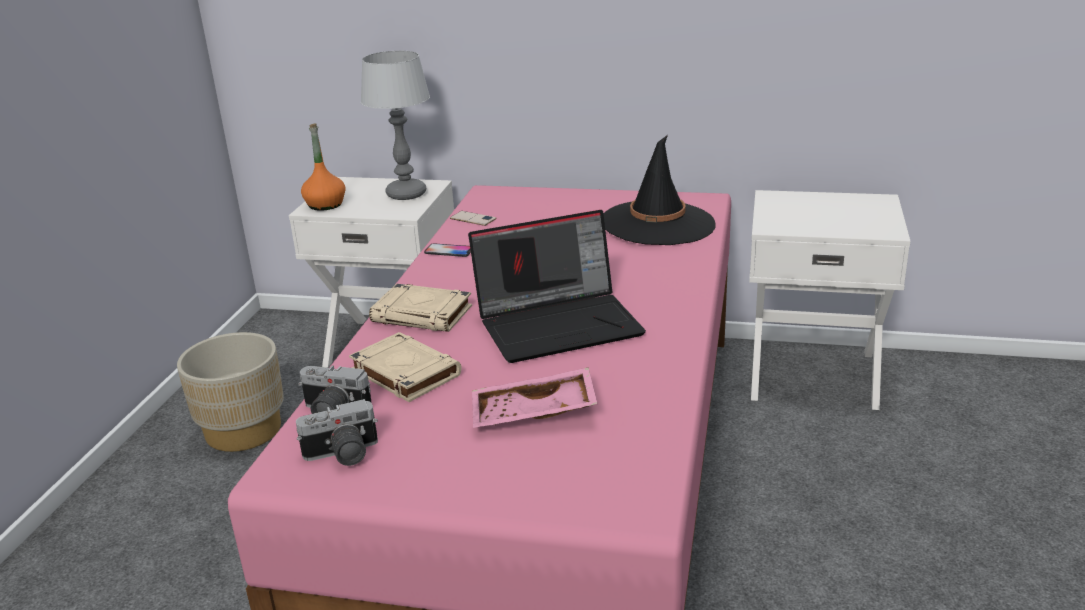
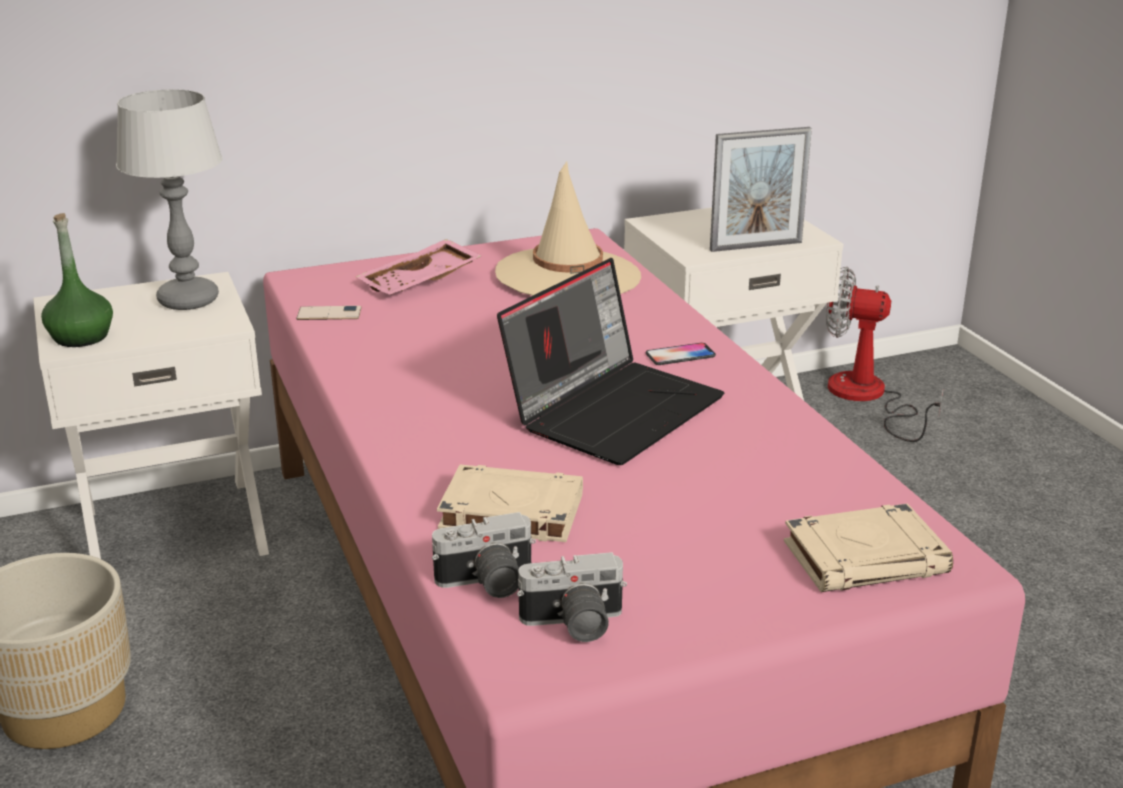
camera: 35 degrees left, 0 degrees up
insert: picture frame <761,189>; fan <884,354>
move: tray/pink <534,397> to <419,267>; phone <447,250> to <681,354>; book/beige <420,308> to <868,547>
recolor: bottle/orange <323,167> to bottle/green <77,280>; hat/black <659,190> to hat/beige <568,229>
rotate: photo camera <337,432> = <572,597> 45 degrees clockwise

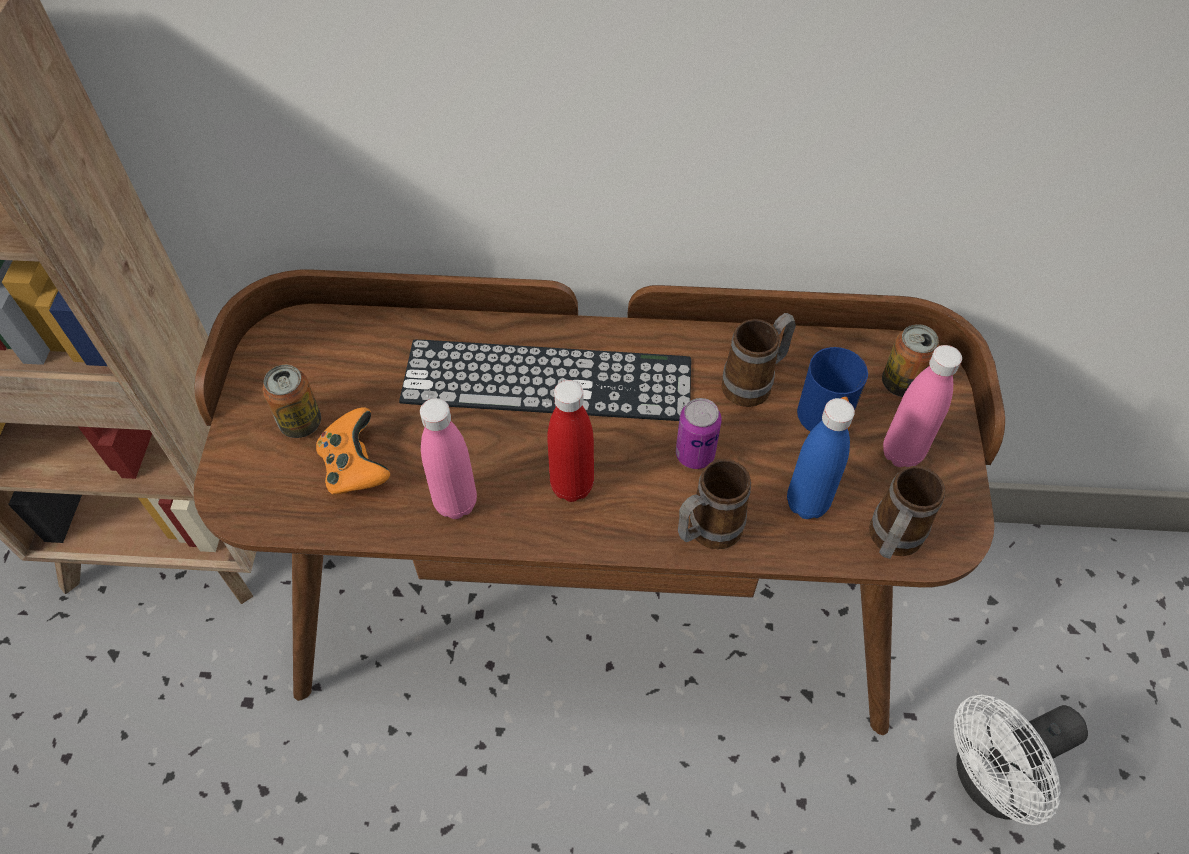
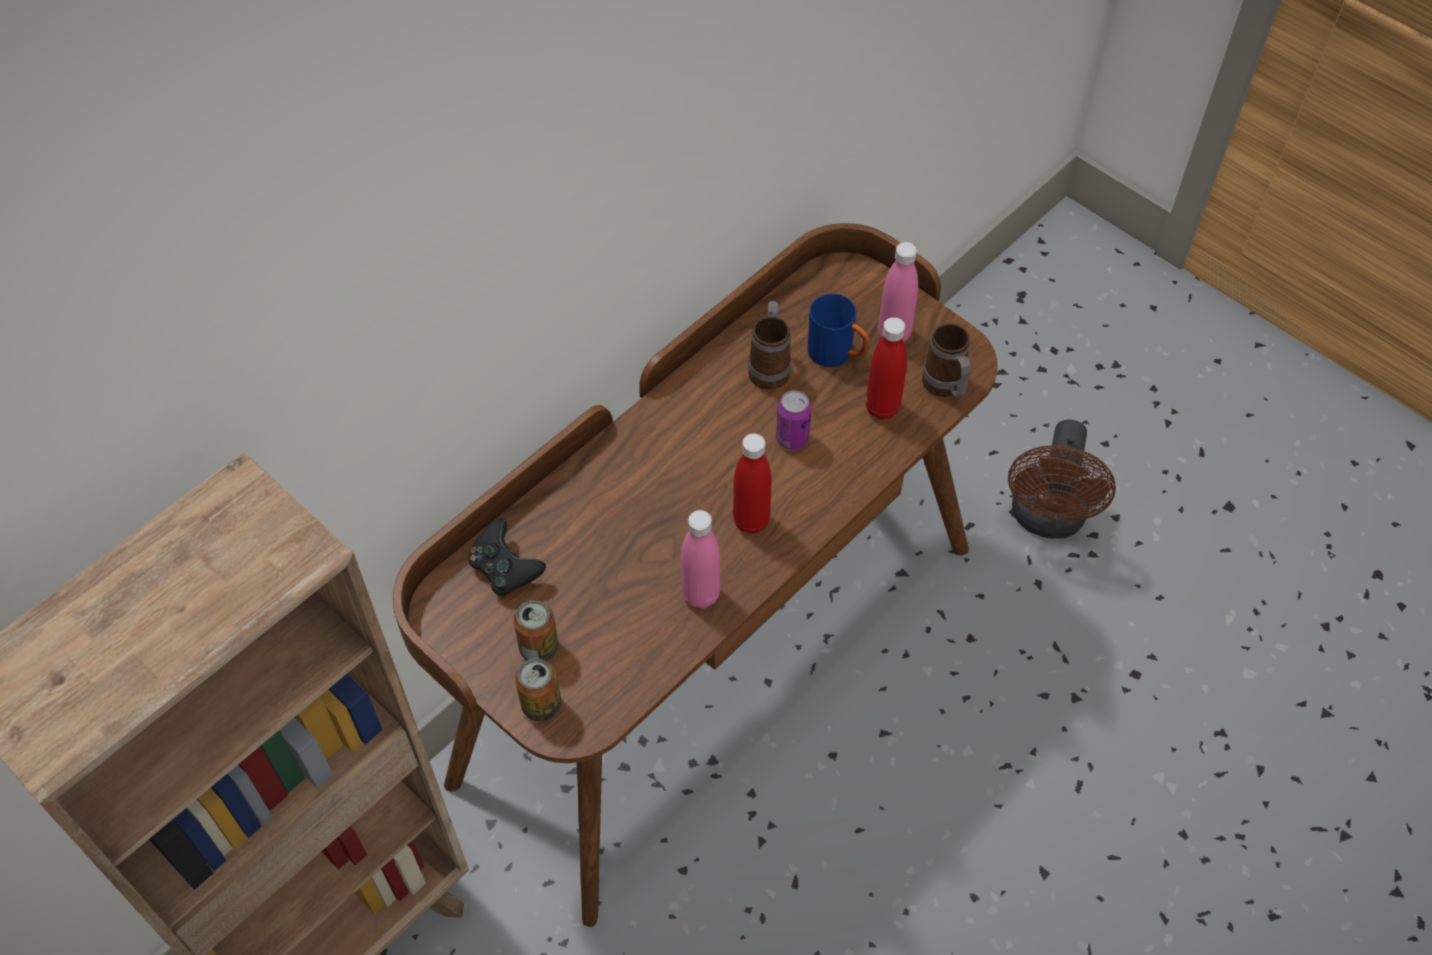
camera: 50 degrees left, 0 degrees up
delete: game controller/orange <353,451>; keyboard <545,380>; mug <714,504>
insert: game controller/black <507,557>
move: can <911,360> to <538,689>
recolor: bottle/blue <821,458> to bottle/red <886,368>; fan/white <1021,760> to fan/brown <1062,479>

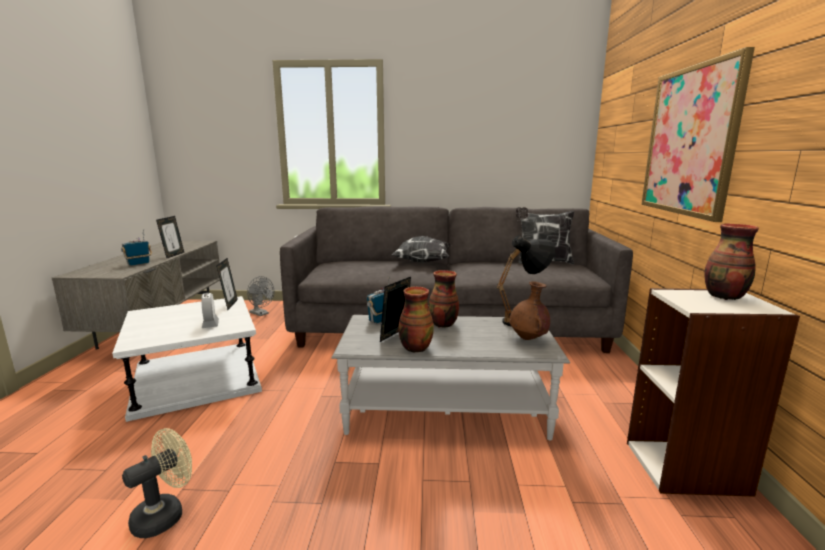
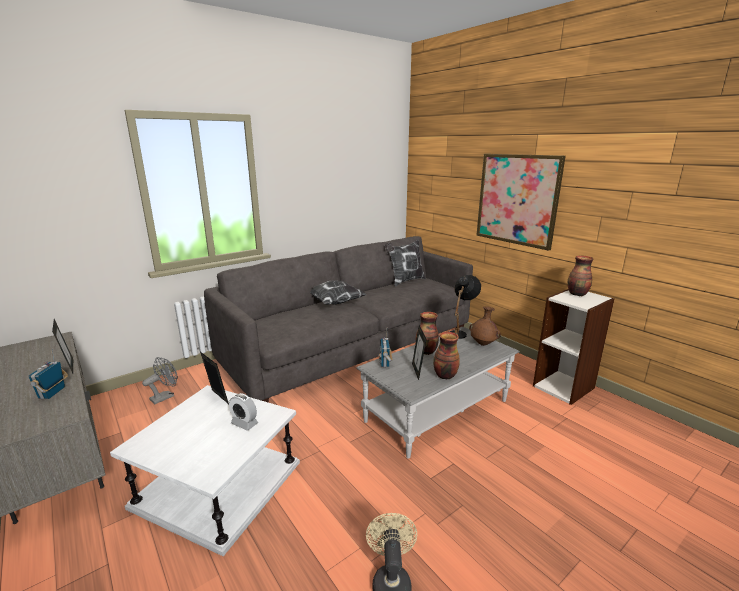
camera: 40 degrees left, 5 degrees up
rotate: fan/grey <260,296> = <160,380> 45 degrees counterclockwise

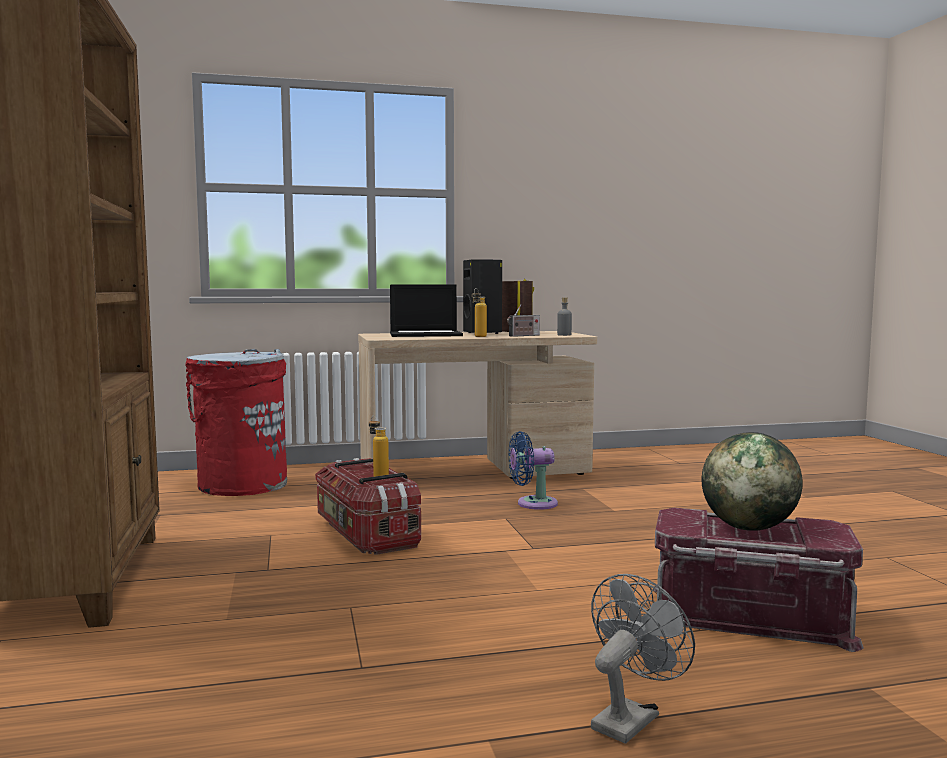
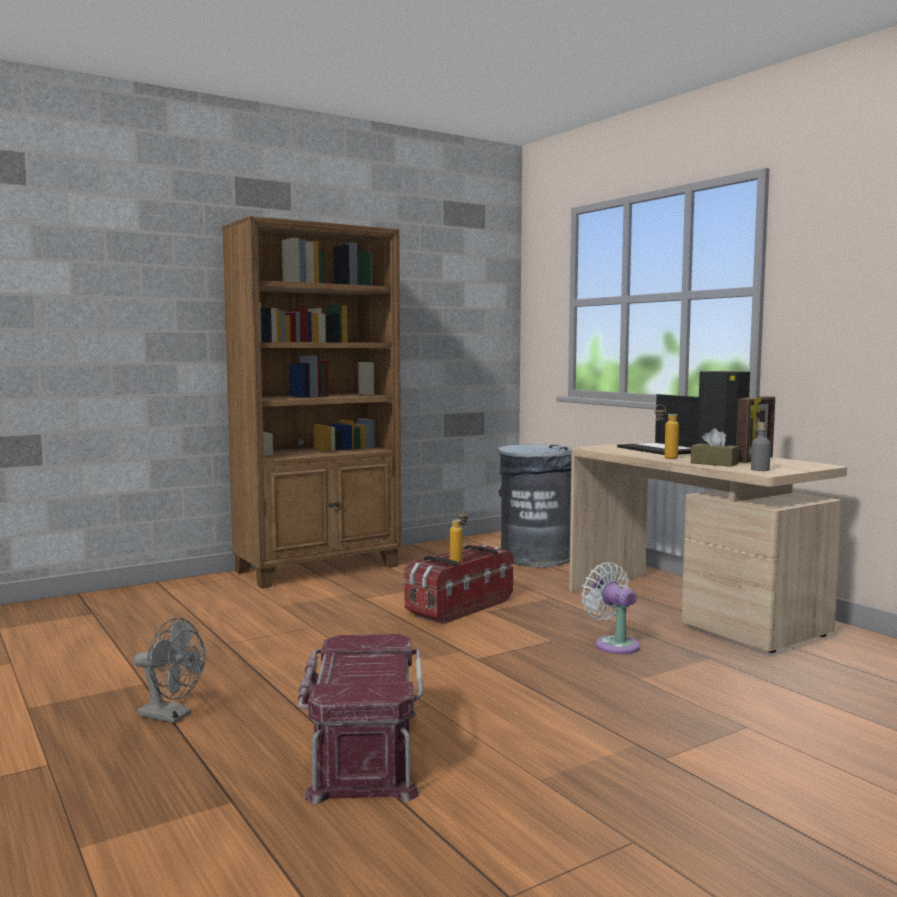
camera: 70 degrees right, 0 degrees up
delete: globe <752,481>
replace: radio <523,320> to tissue box/brown <715,447>
recolor: trash can/red <236,422> to trash can/grey <534,506>; fan/blue <533,470> to fan/white <610,608>

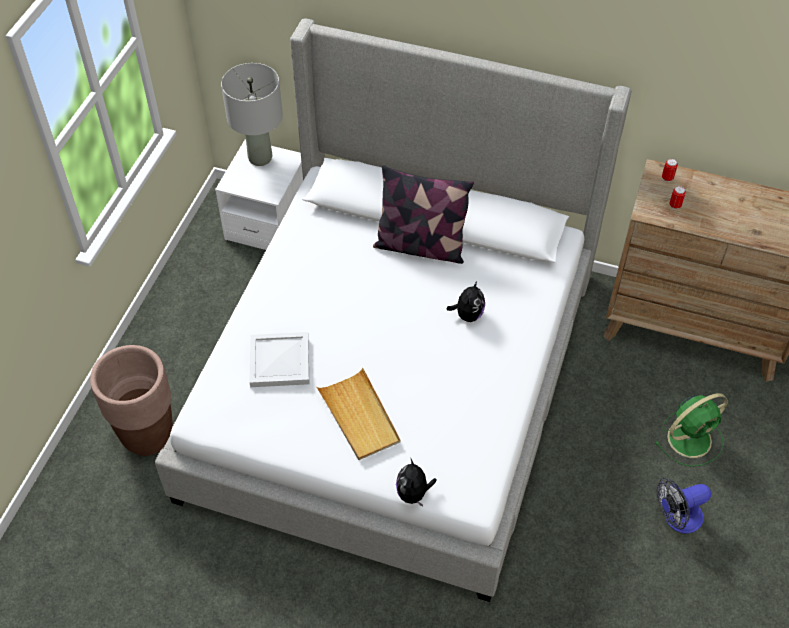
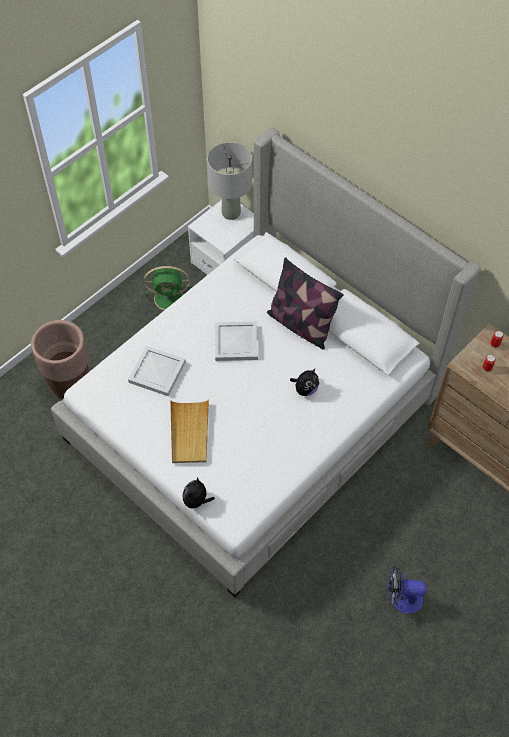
camera: 25 degrees right, 5 degrees up
insert: tray/white <236,341>
move: fan/green <691,430> to <167,290>

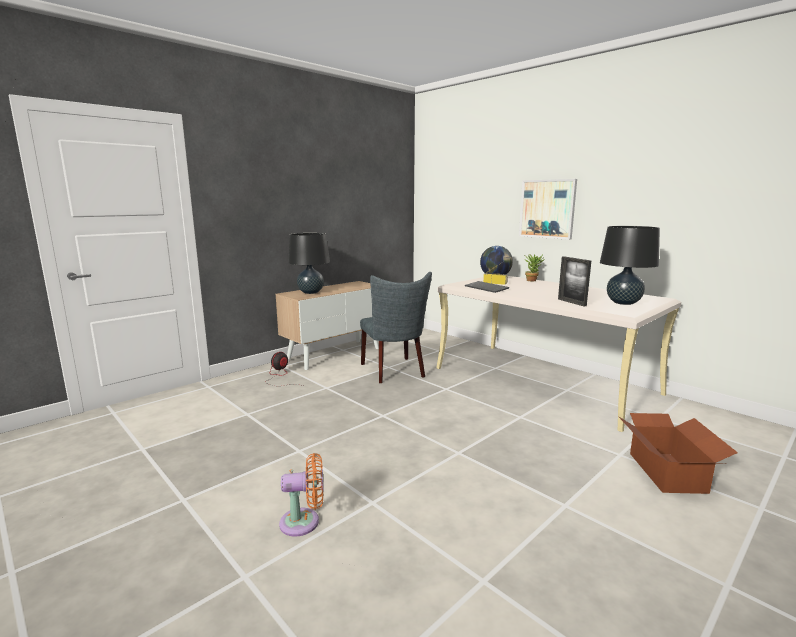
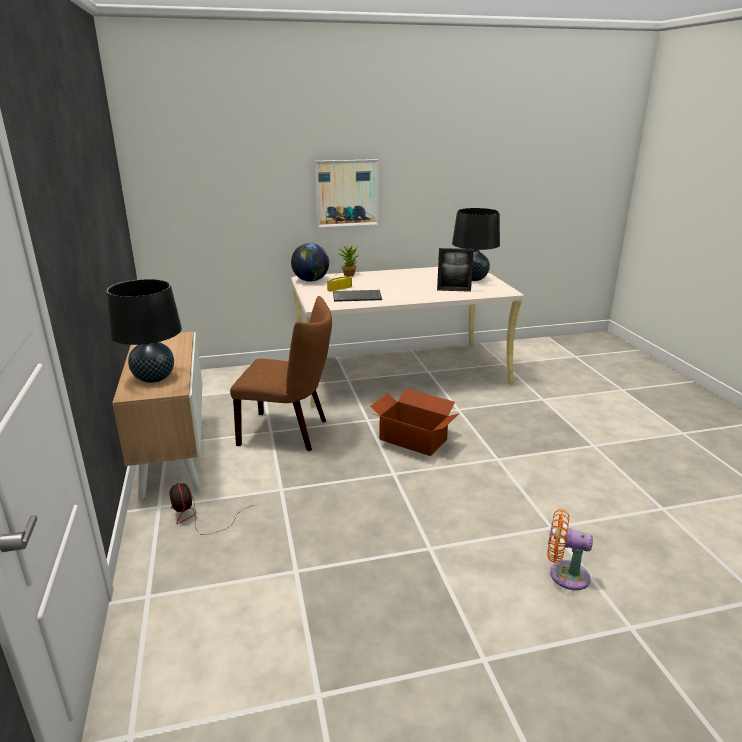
camera: 60 degrees left, 10 degrees up
move: cardboard box <678,453> to <414,422>
recolor: chair/grey <396,327> to chair/brown <281,373>
rotate: fan/orange <301,494> = <570,549> 90 degrees counterclockwise

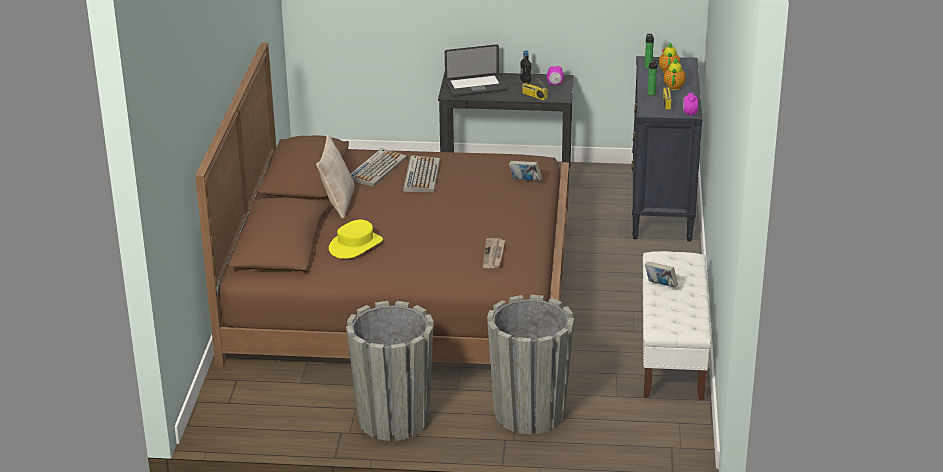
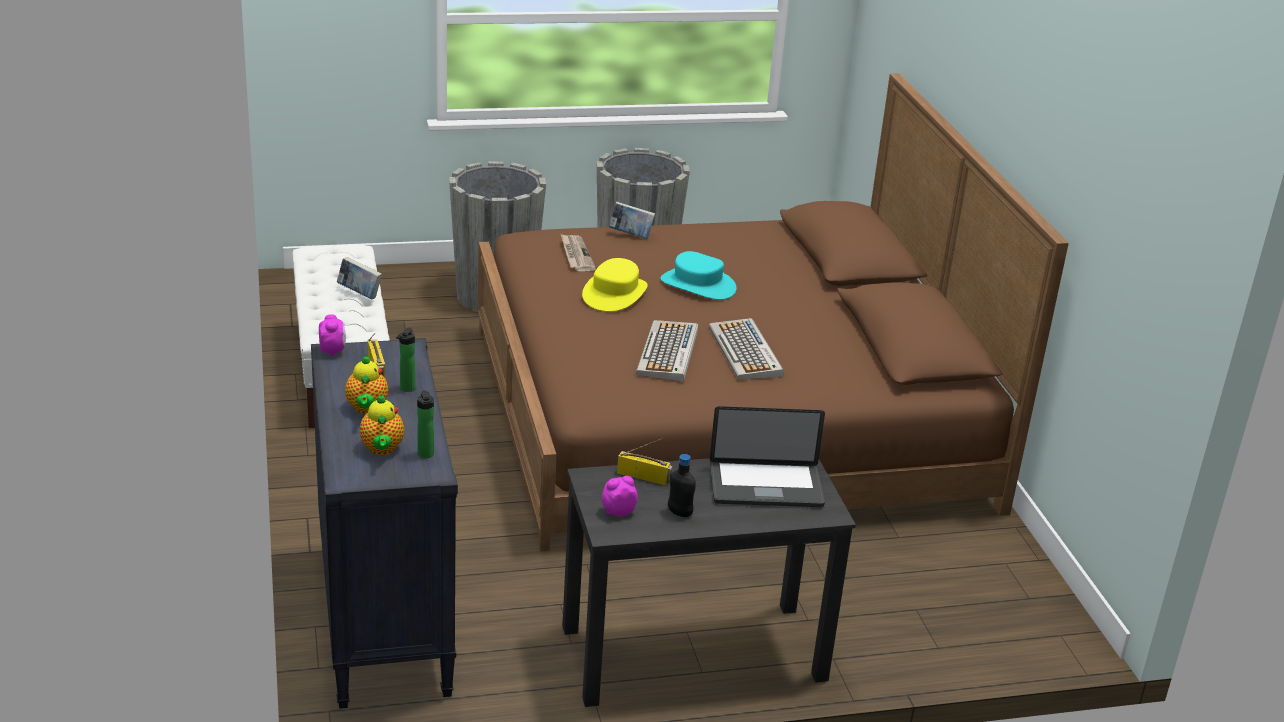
camera: 160 degrees right, 0 degrees up
delete: pillow/beige <335,176>
insert: hat/turquoise <698,275>
move: hat/yellow <356,239> to <615,285>; book <525,171> to <632,220>; keyboard <378,167> to <667,351>
rotate: laptop <476,70> = <767,456> 150 degrees counterclockwise

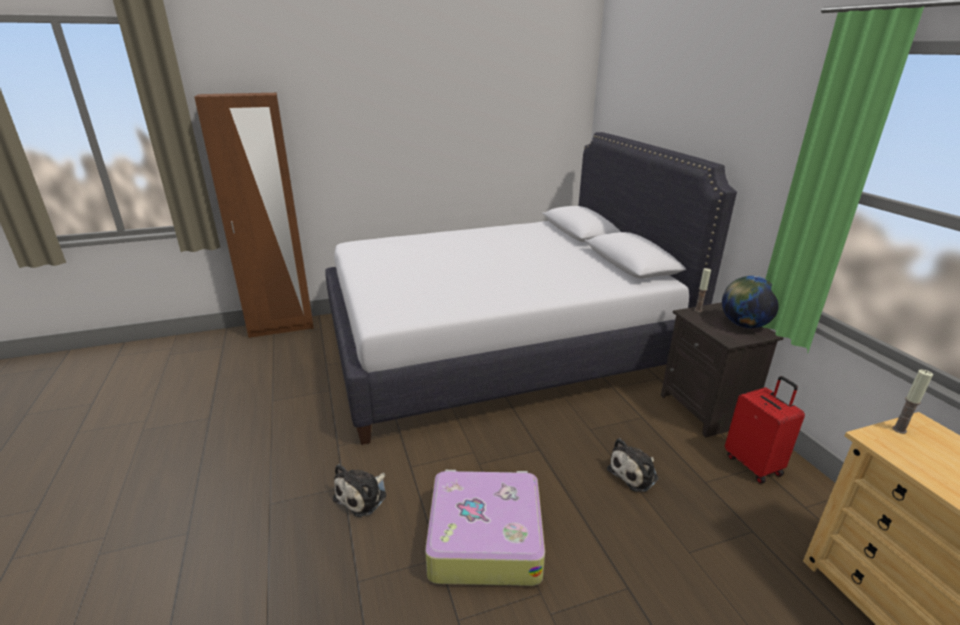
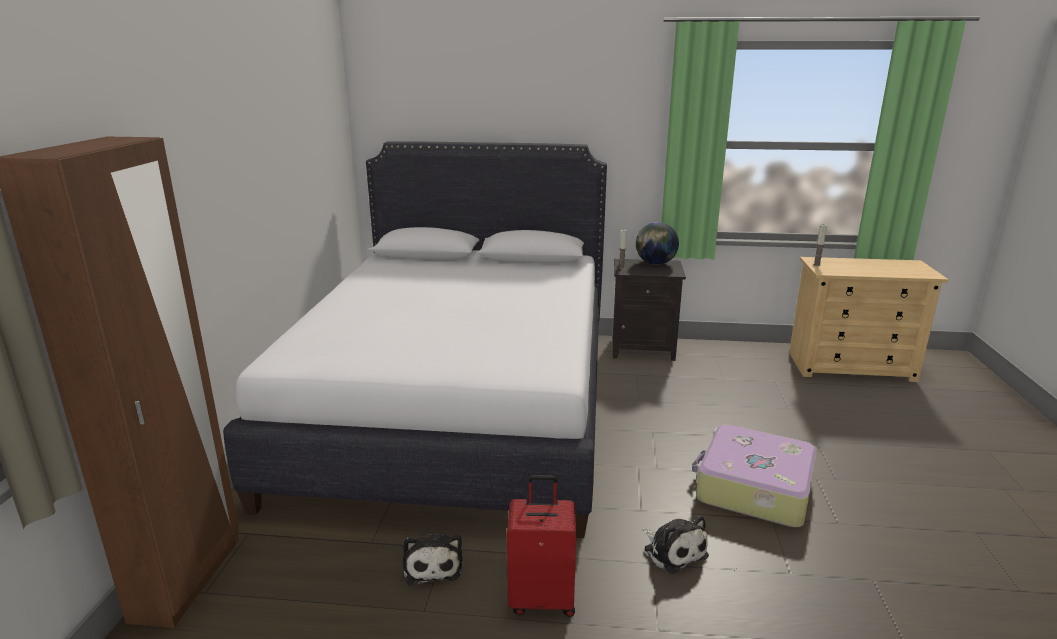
camera: 65 degrees left, 5 degrees down
move: plush toy <633,465> to <433,559>; suitcase/red <765,430> to <541,546>

